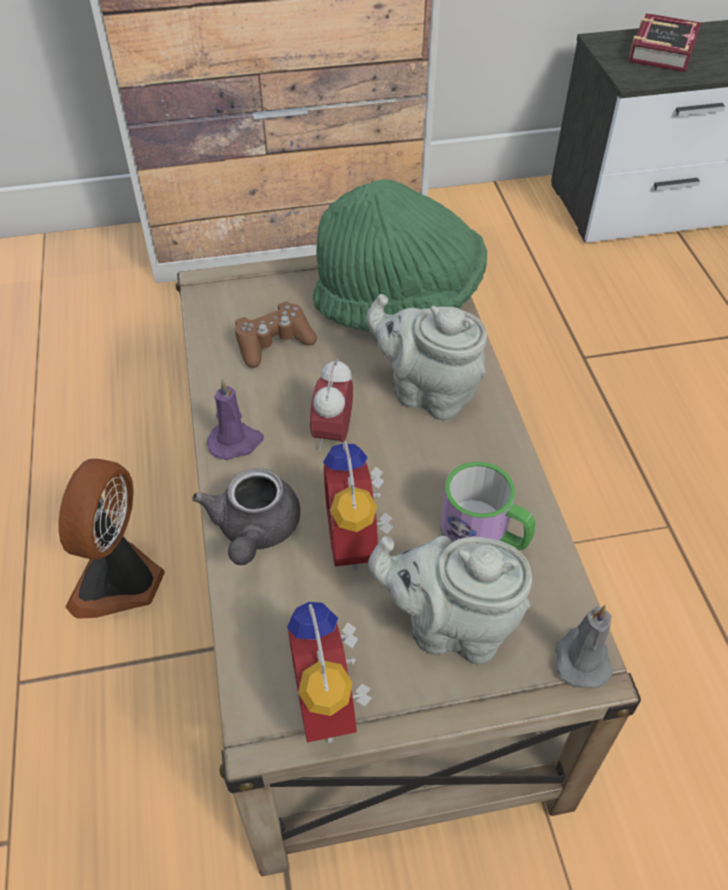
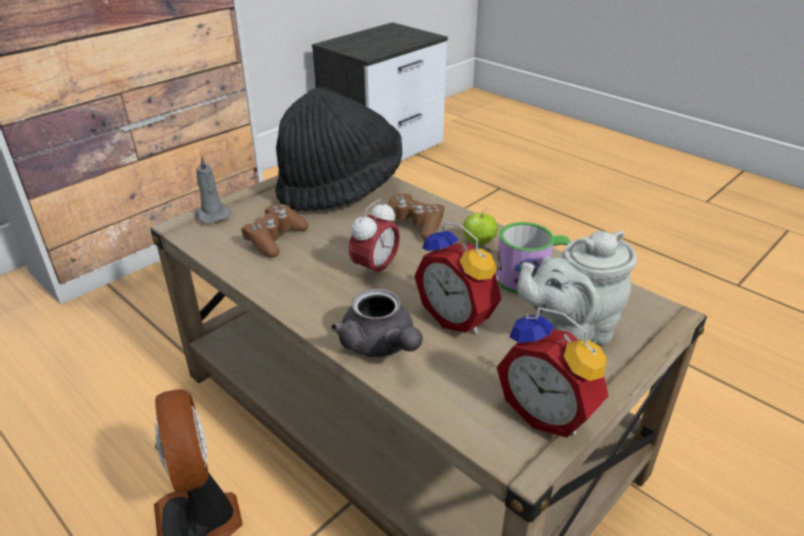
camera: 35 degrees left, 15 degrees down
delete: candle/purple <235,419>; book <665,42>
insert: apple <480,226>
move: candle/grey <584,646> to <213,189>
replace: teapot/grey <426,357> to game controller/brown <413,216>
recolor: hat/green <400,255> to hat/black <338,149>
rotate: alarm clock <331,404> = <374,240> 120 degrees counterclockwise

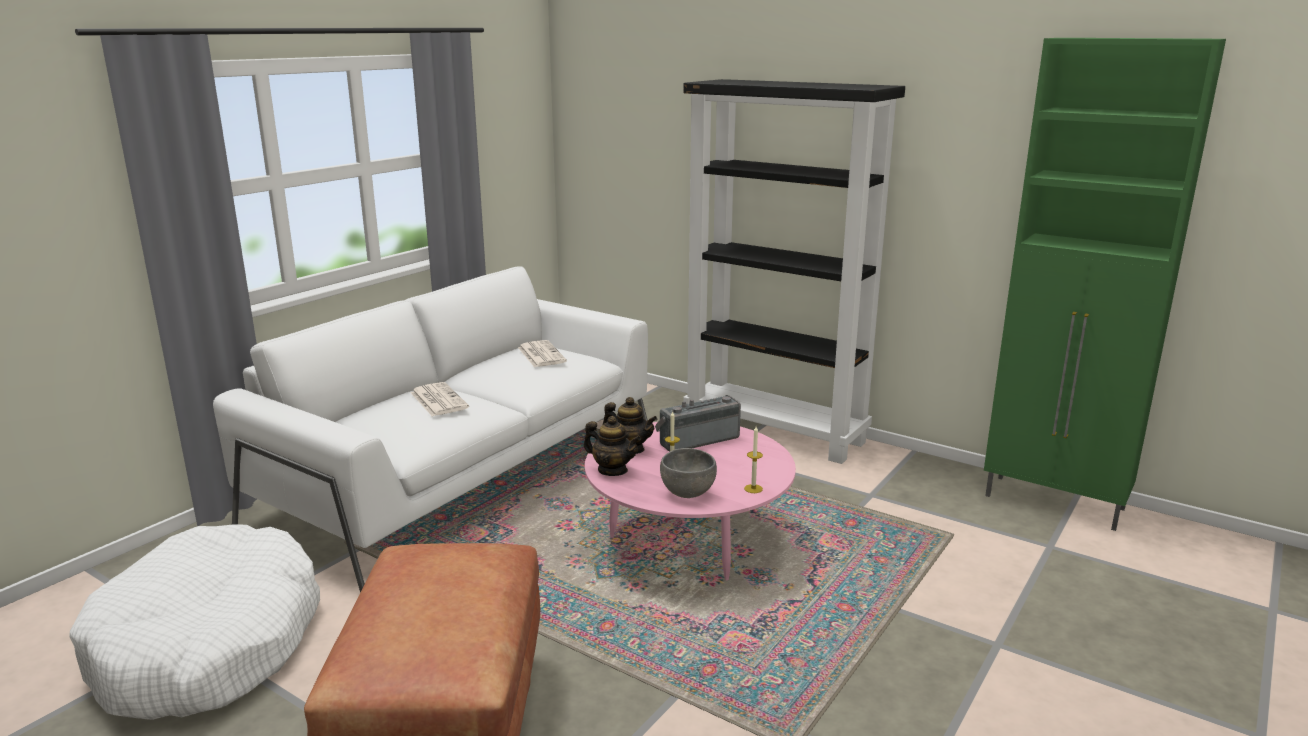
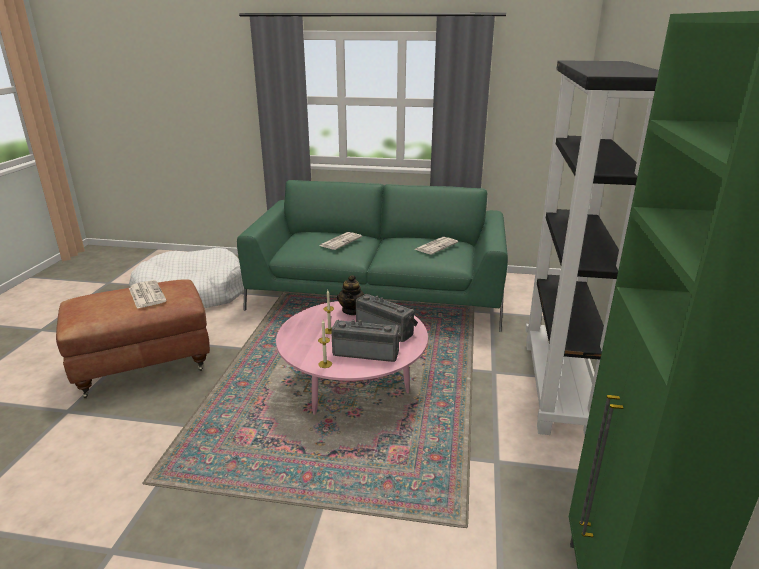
camera: 65 degrees right, 5 degrees up
delete: teapot <612,446>; bowl/grey <688,473>
insert: newspaper <148,294>; radio <366,341>
recolor: sofa/white <430,429> to sofa/green <372,256>

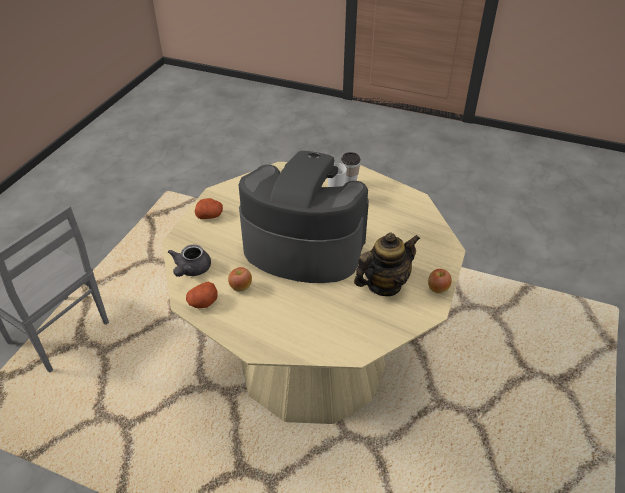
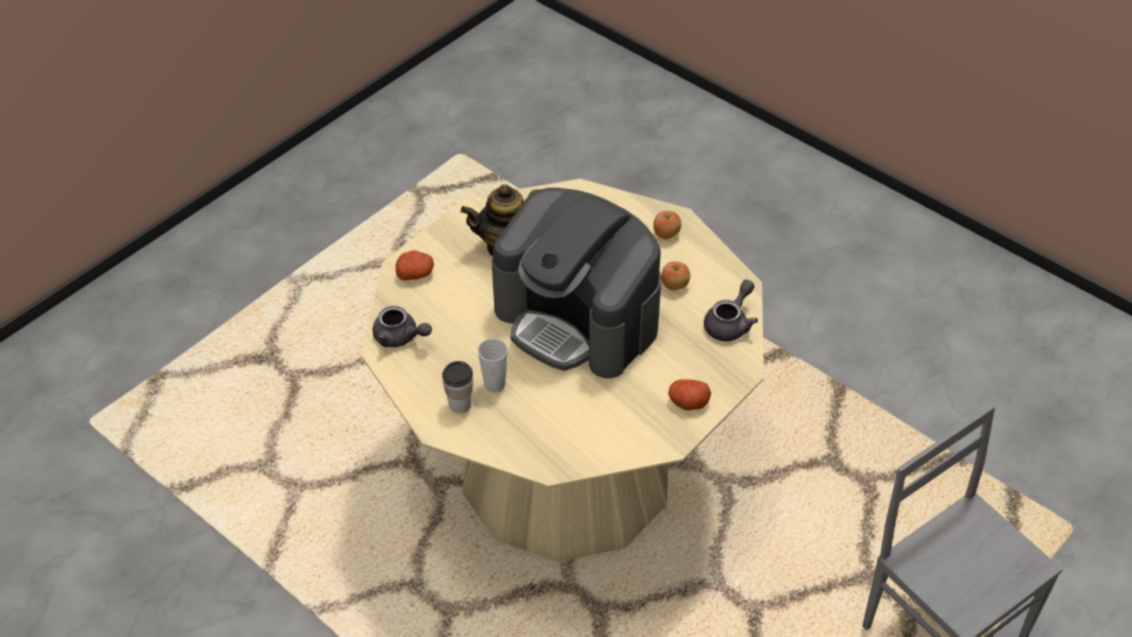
camera: 160 degrees left, 5 degrees up
insert: teapot/grey <402,326>
move: potato <202,295> to <415,265>; apple <440,281> to <667,225>

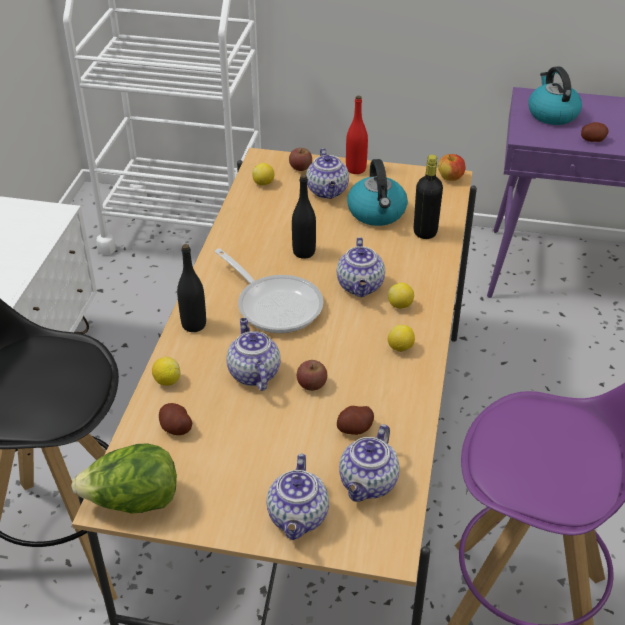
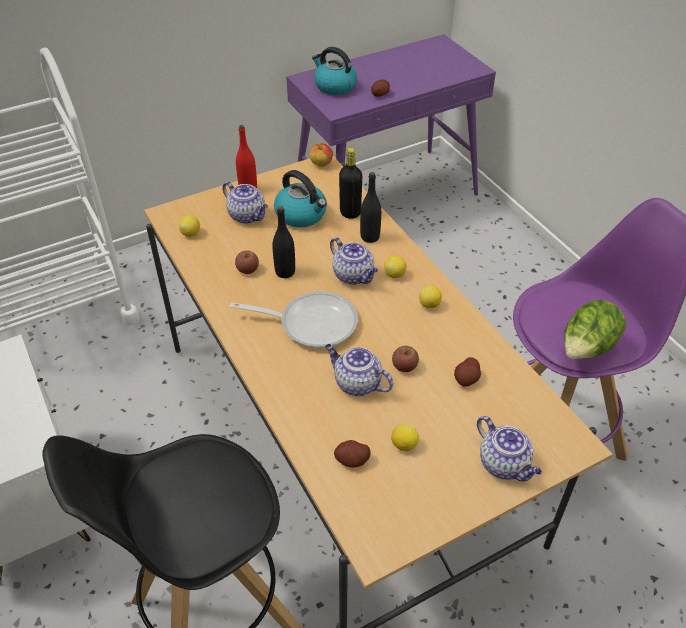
camera: 40 degrees left, 5 degrees up
delete: teapot <369,463>
move: apple <300,159> to <247,262>; bottle/black <191,288> to <370,207>; lemon <166,371> to <405,437>; lettuce <124,478> to <595,329>

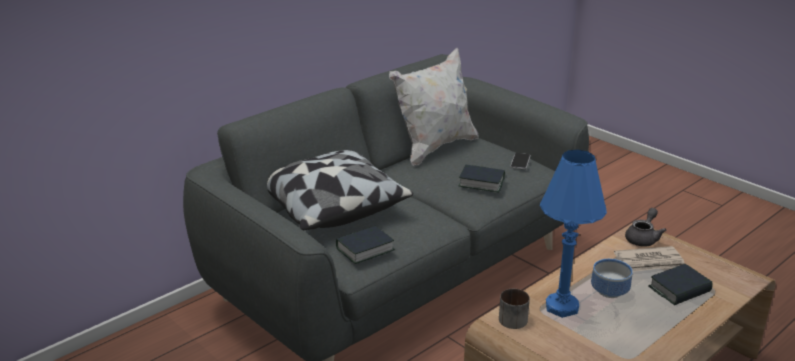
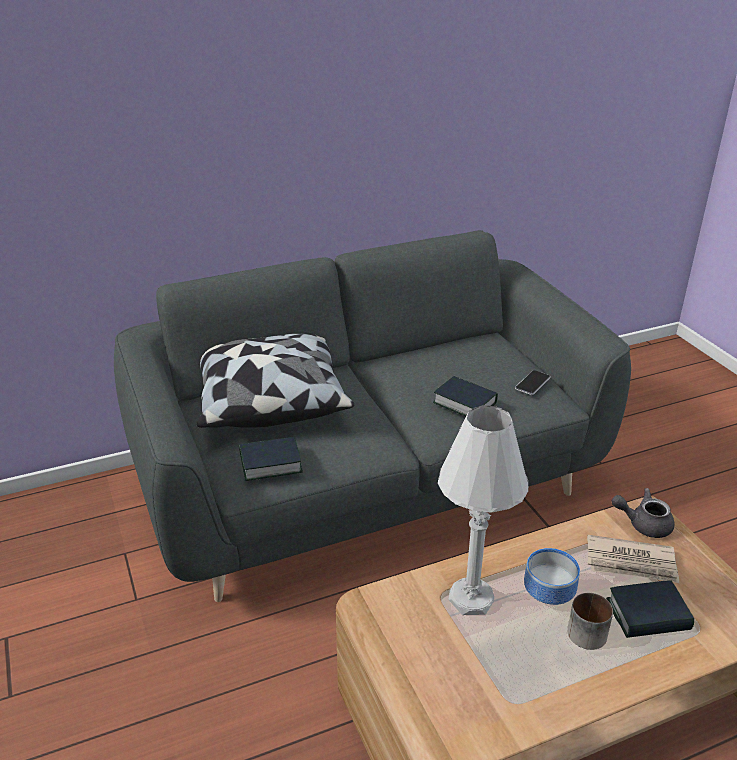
camera: 20 degrees right, 5 degrees up
delete: pillow/white <434,107>
move: mug <514,309> to <590,621>
recolor: table lamp/blue <573,234> to table lamp/white <483,510>
rotate: teapot/grey <645,227> = <643,513> 135 degrees counterclockwise

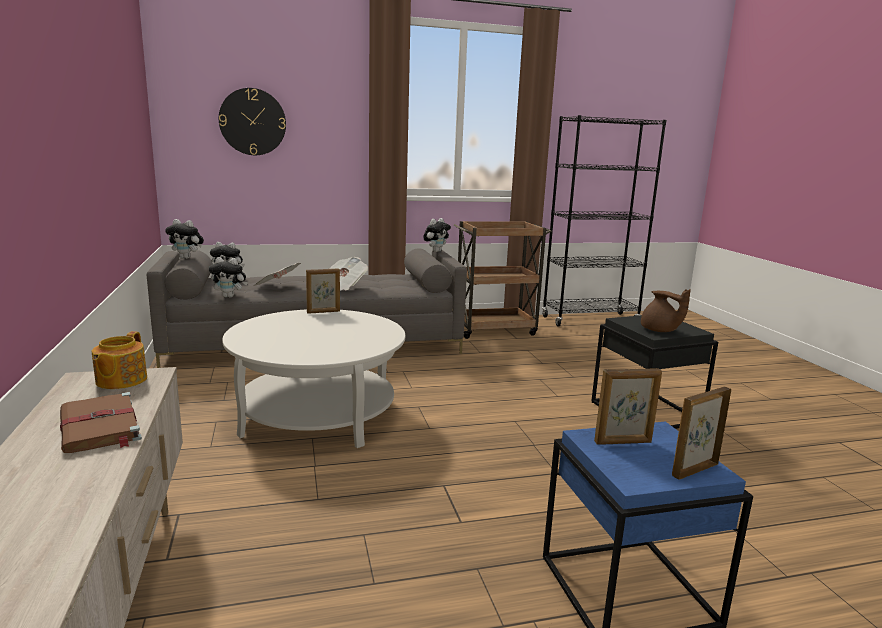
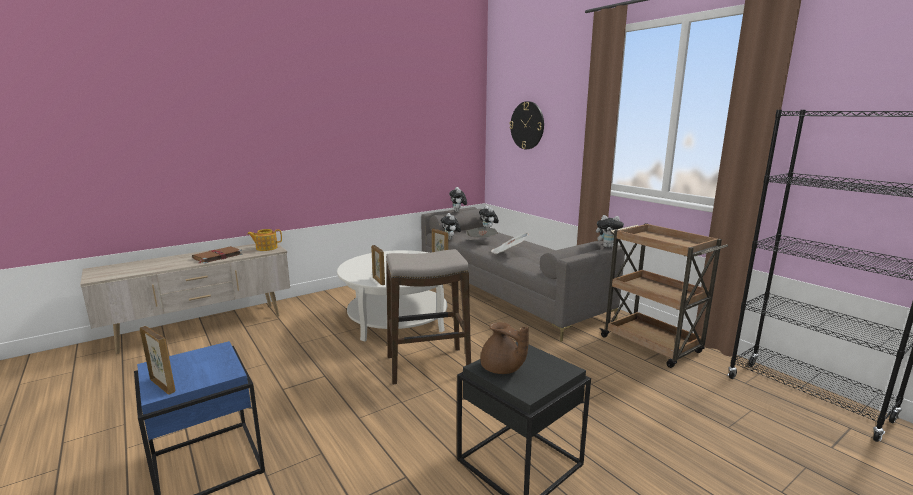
camera: 70 degrees right, 0 degrees up
insert: stool <428,317>
move: picture frame <628,406> to <378,265>
rotate: teapot/brown <666,310> = <504,348> 75 degrees counterclockwise

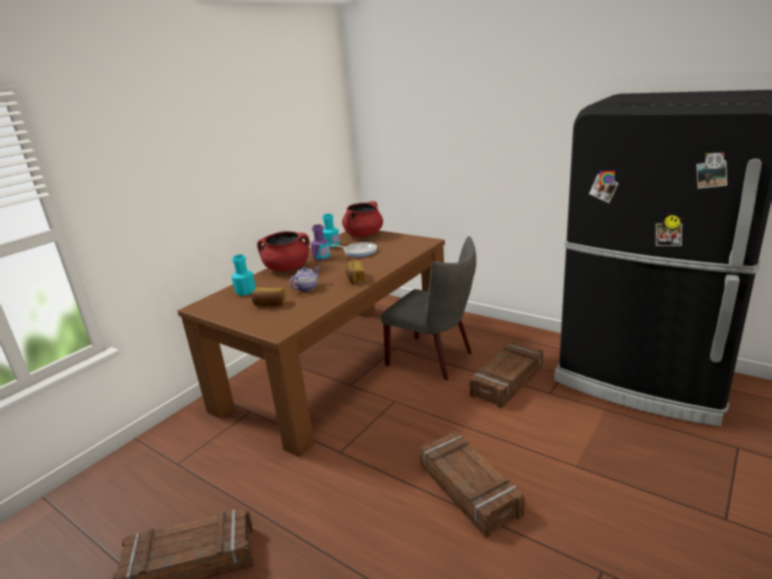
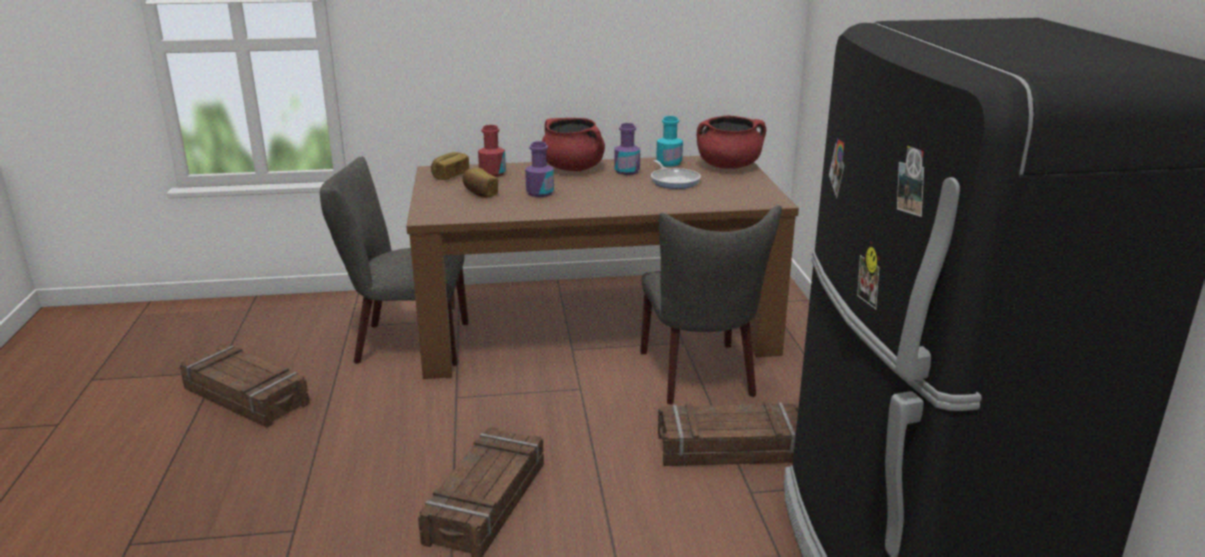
camera: 45 degrees right, 0 degrees up
insert: chair/grey <394,261>
move: bread <355,272> to <450,166>
replace: teapot <304,278> to bottle/purple <539,169>
recolor: bottle/turquoise <244,275> to bottle/red <492,151>

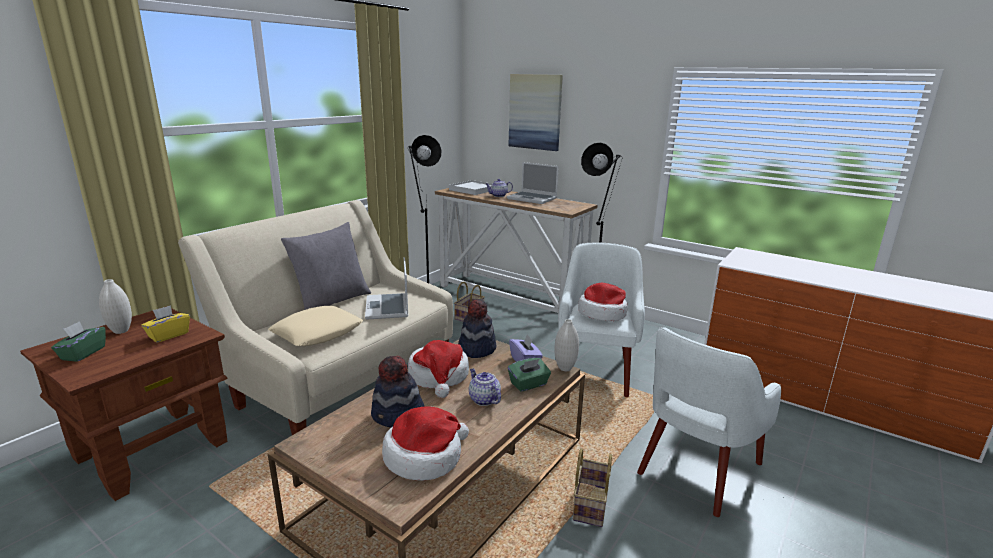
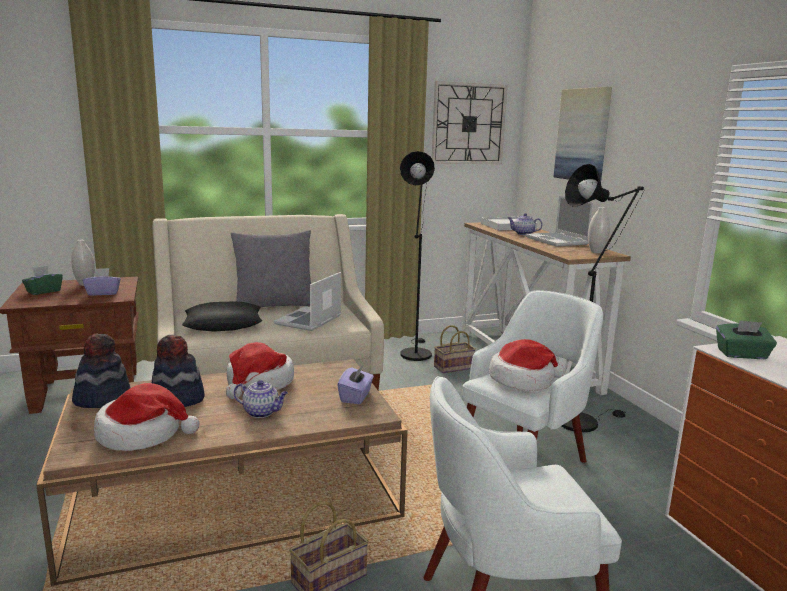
camera: 35 degrees right, 5 degrees down
insert: wall clock <470,122>
move: hat <477,328> to <101,371>; vase/white <566,345> to <599,230>; tissue box/green <529,375> to <746,339>
recolor: tissue box/yellow <165,324> to tissue box/purple <102,282>; pillow/beige <315,326> to pillow/black <222,317>
rotate: teapot <485,387> = <261,399> 105 degrees clockwise

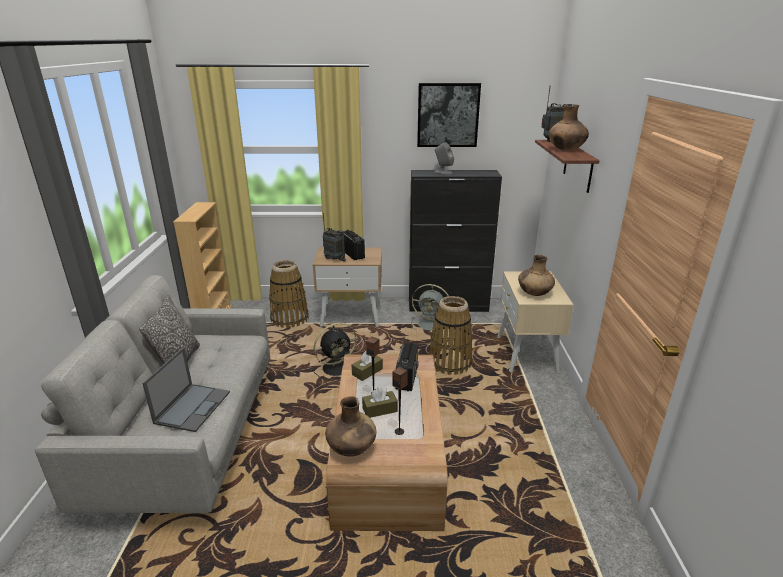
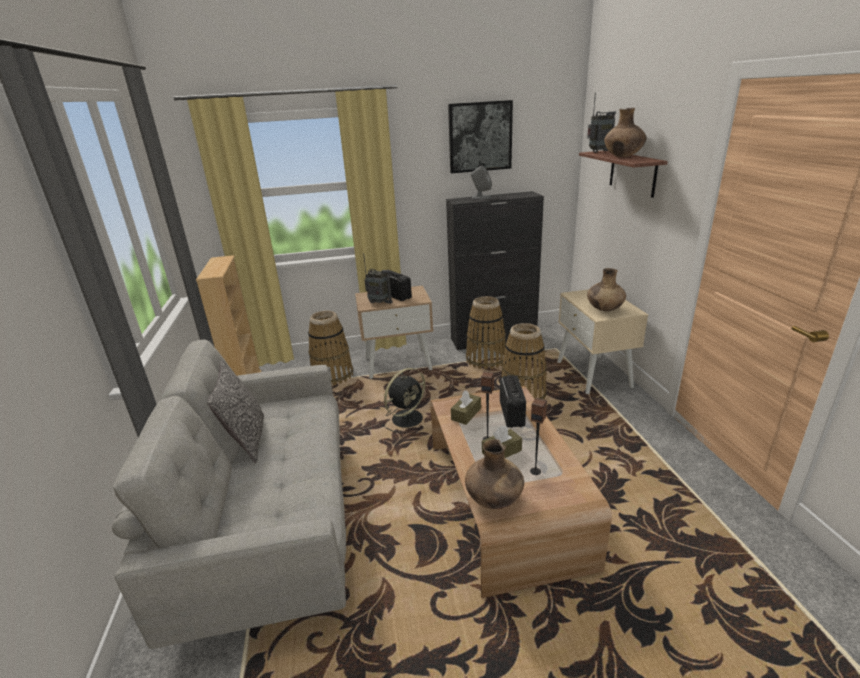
camera: 10 degrees left, 0 degrees up
delete: laptop <186,389>
replace: fan/grey <430,307> to basket <486,332>

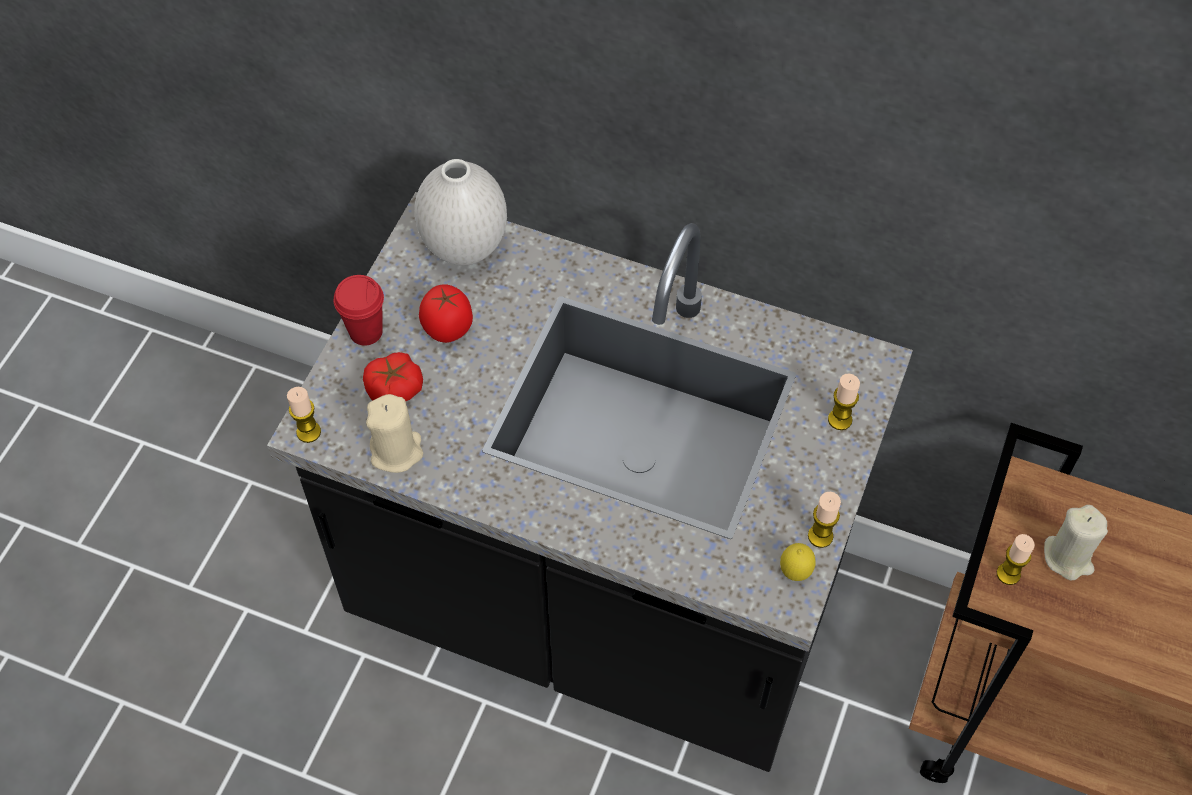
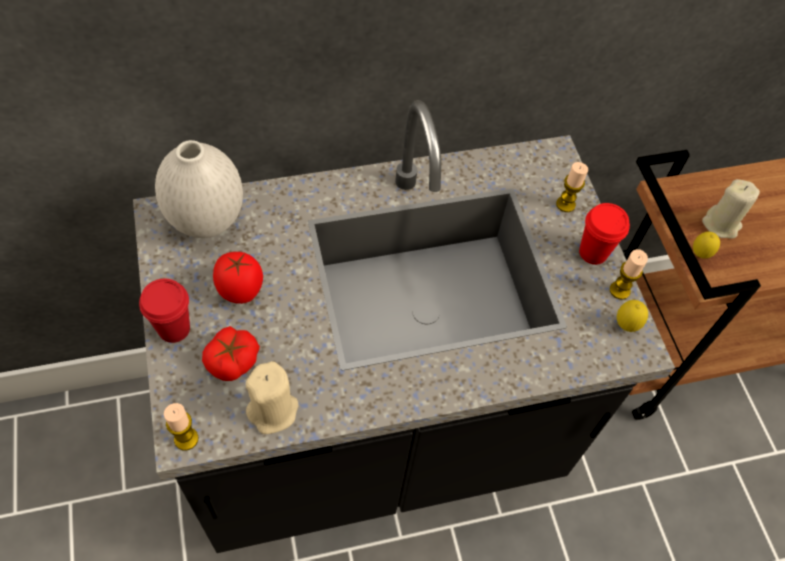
camera: 40 degrees left, 0 degrees up
insert: cup/red <604,234>
replace: candle <1016,559> to lemon <706,245>

